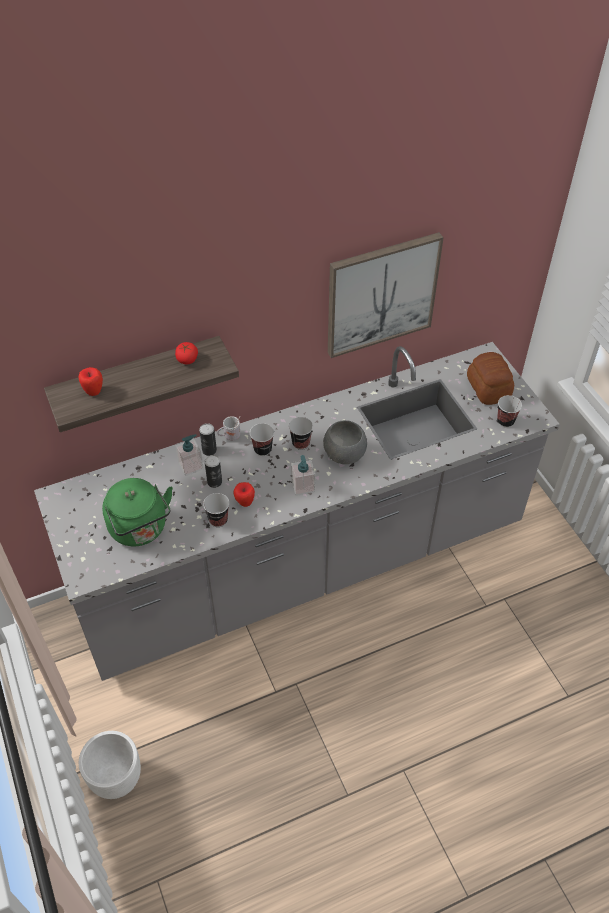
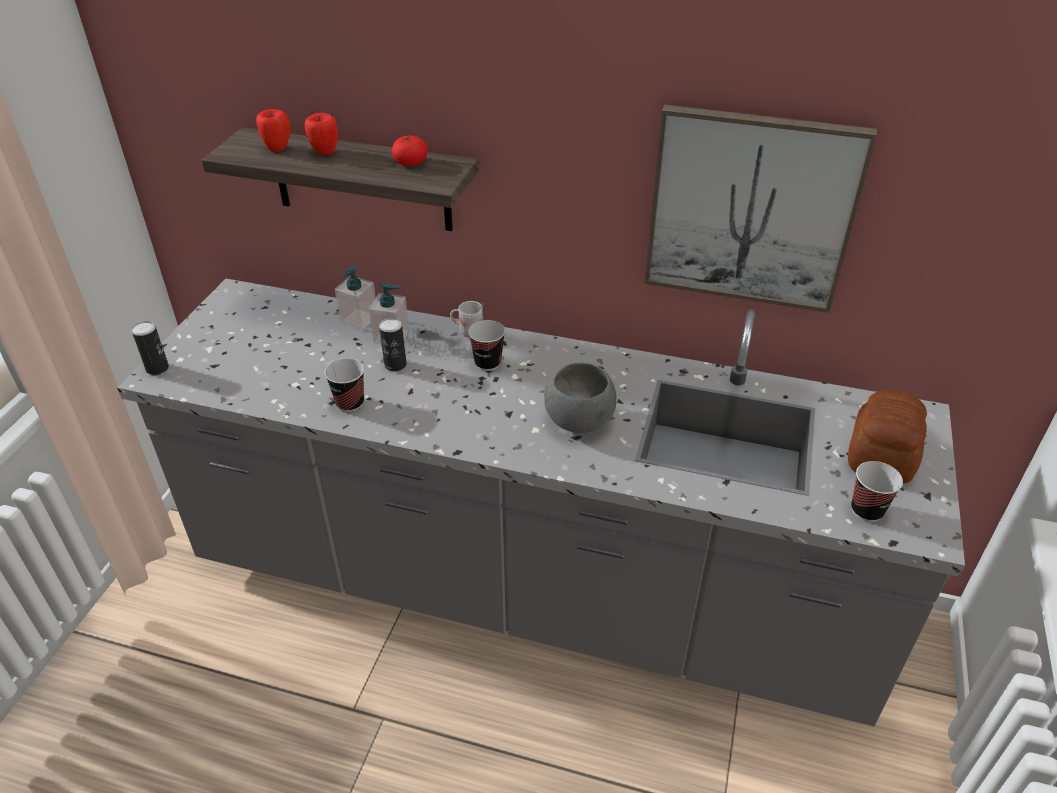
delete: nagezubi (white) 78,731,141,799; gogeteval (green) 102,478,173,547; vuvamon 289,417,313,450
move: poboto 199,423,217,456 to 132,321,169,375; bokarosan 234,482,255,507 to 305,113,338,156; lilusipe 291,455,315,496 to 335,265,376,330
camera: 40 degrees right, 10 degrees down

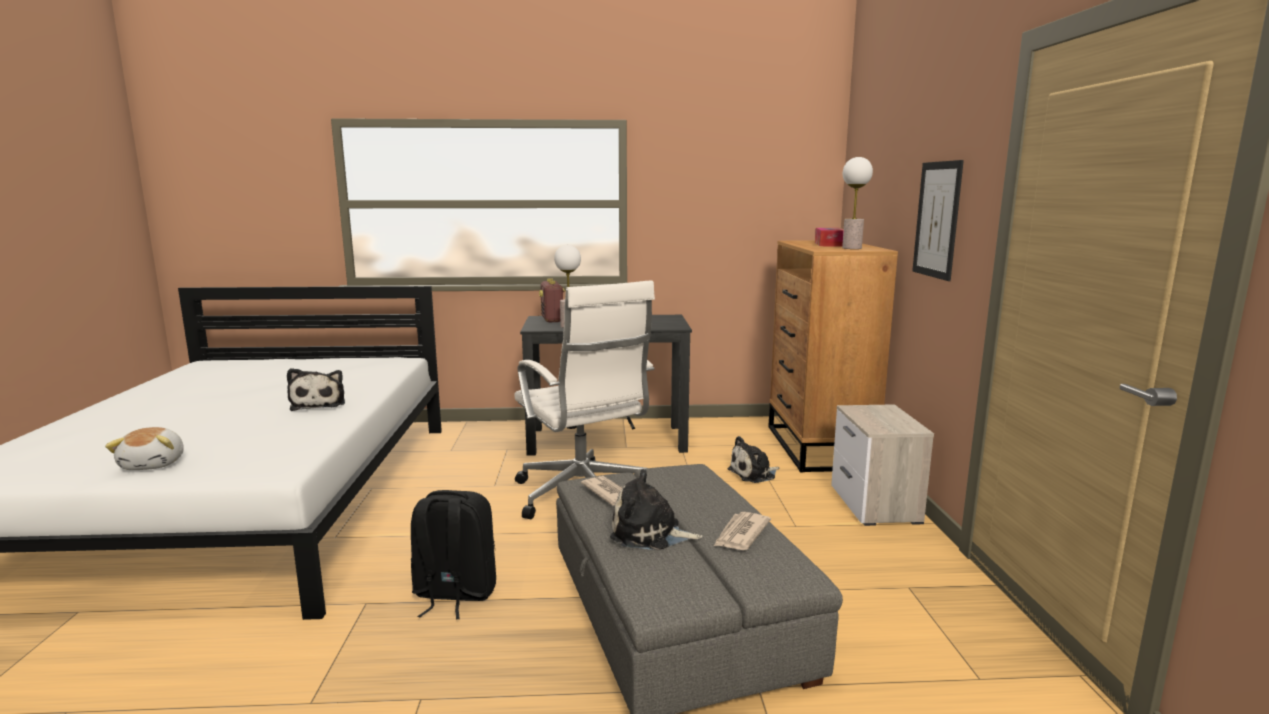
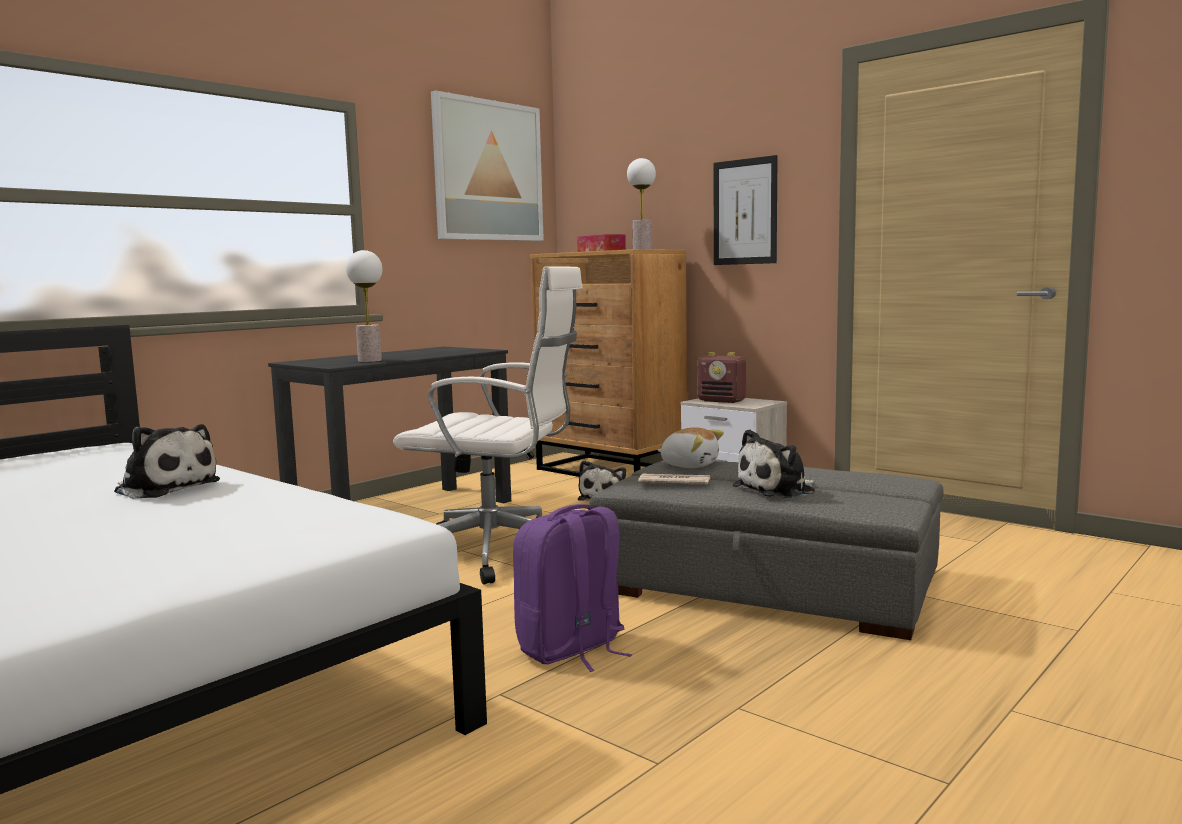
delete: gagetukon 714,512,771,550
insert: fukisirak 431,90,544,241
move: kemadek 105,427,184,470 to 657,427,724,468; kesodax 539,278,565,323 to 697,352,746,403
recolor: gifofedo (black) 411,490,496,620 to gifofedo (purple) 513,504,632,672
camera: 45 degrees left, 5 degrees down

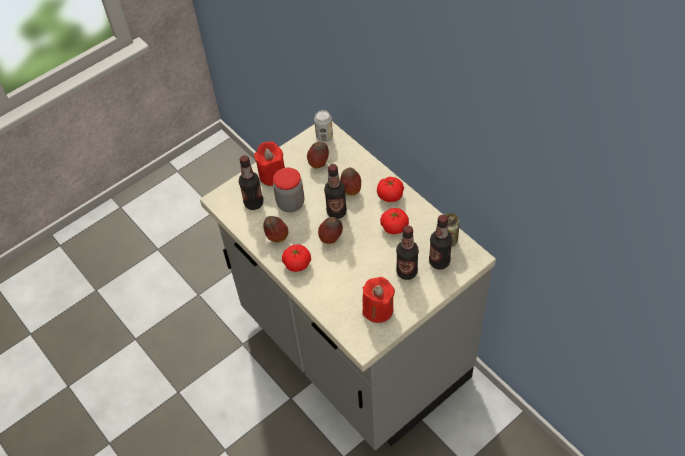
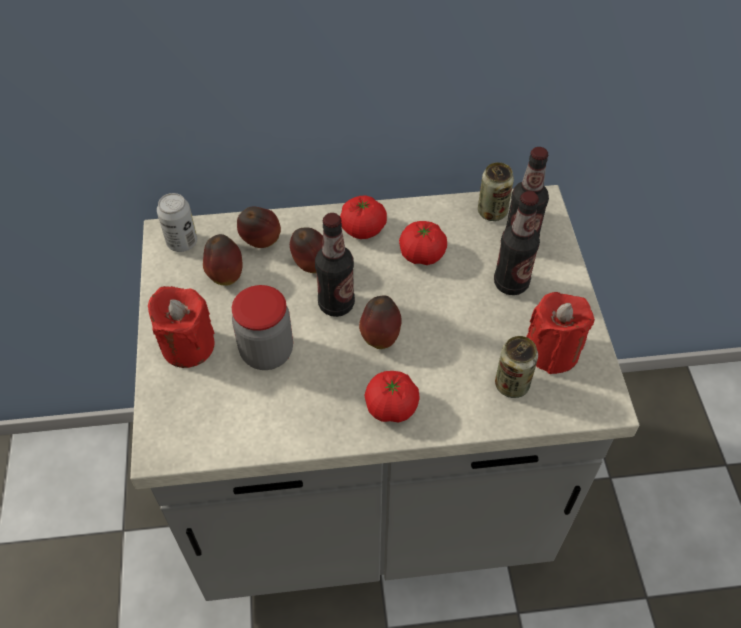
delete: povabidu 239,155,263,210
insert: poboto 495,336,538,398
move: bokarosan 263,216,288,242 to 237,206,281,248
camera: 60 degrees left, 0 degrees up

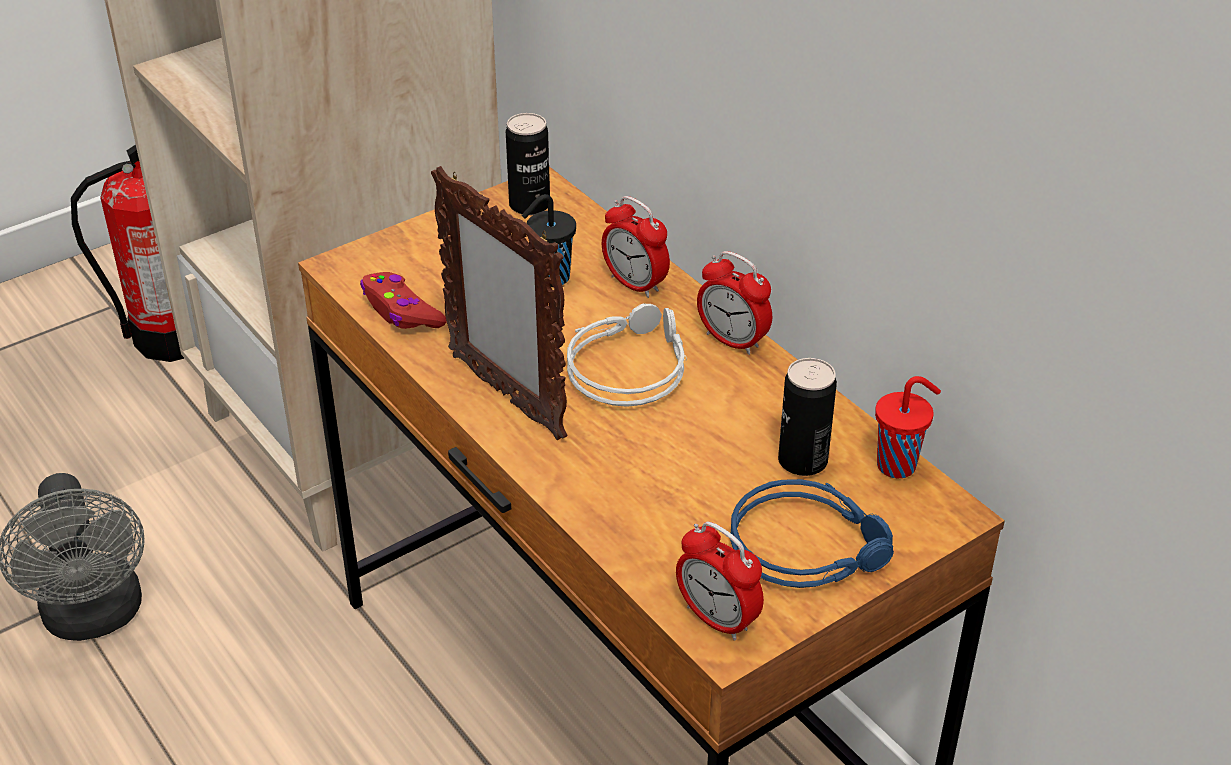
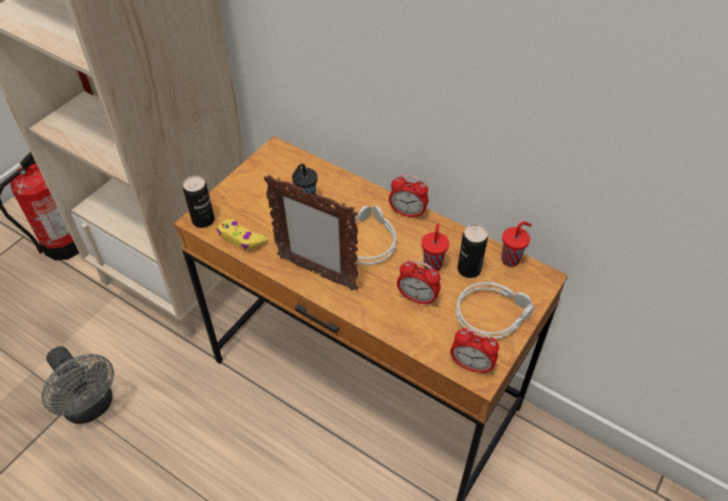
insert: vuvamon (red) 422,223,449,271
move: poboto 506,113,550,215 to 183,176,215,228; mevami 602,196,670,298 to 397,260,440,306
recolor: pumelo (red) 360,272,447,329 to pumelo (yellow) 217,219,268,250; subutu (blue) 730,479,894,588 to subutu (grey) 456,280,535,339
camera: 20 degrees left, 10 degrees up

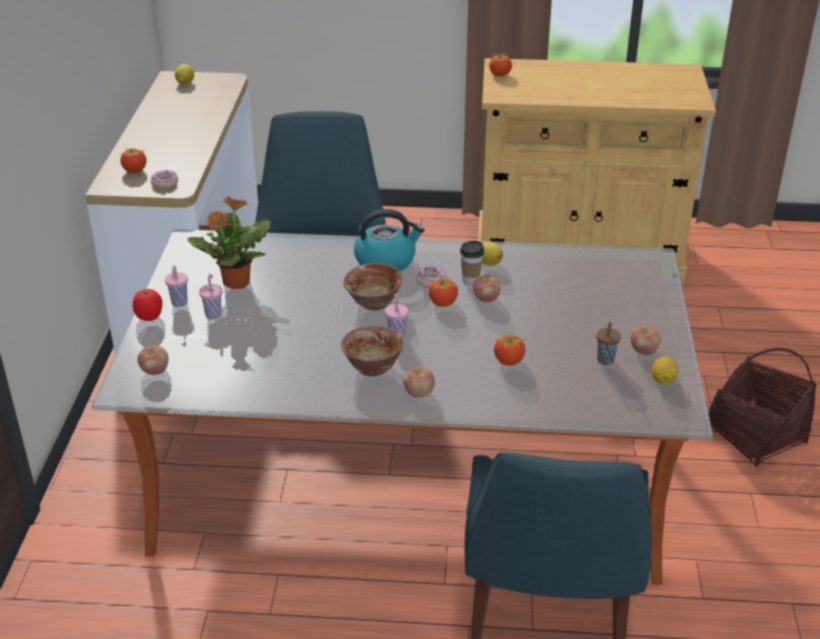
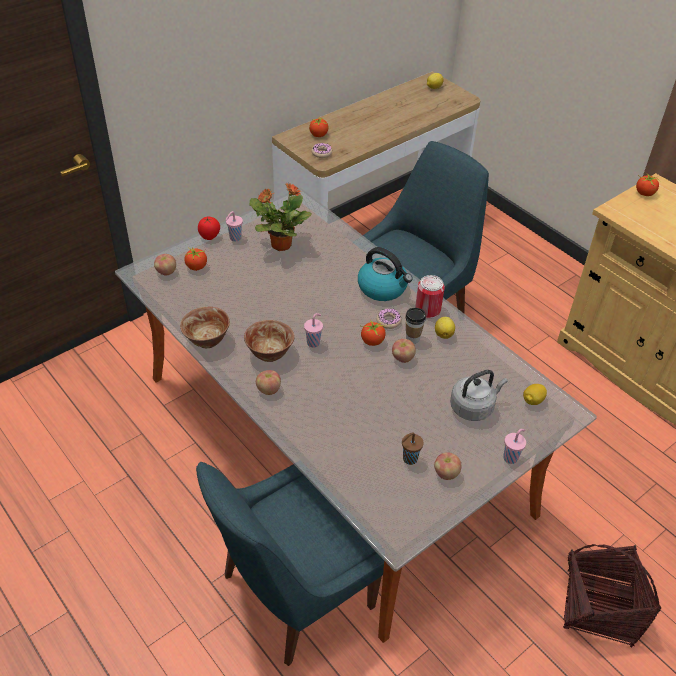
insert: poboto 415,275,445,319; gogeteval (grey) 450,370,508,421
move: vuvamon (pink) 199,274,222,320 to 503,429,526,464; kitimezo 343,263,402,311 to 180,307,230,348; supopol 494,332,525,366 to 184,247,207,271; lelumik 651,357,678,384 to 523,384,547,405
camera: 45 degrees right, 10 degrees up

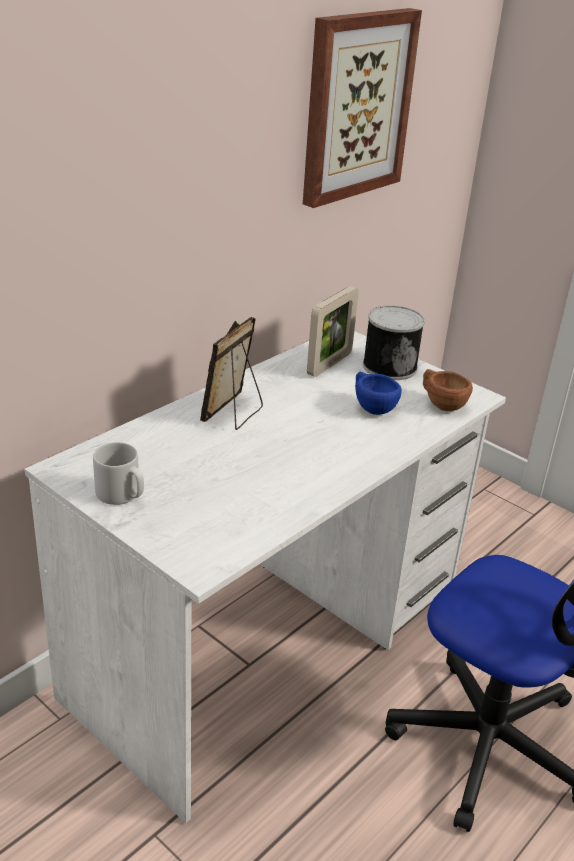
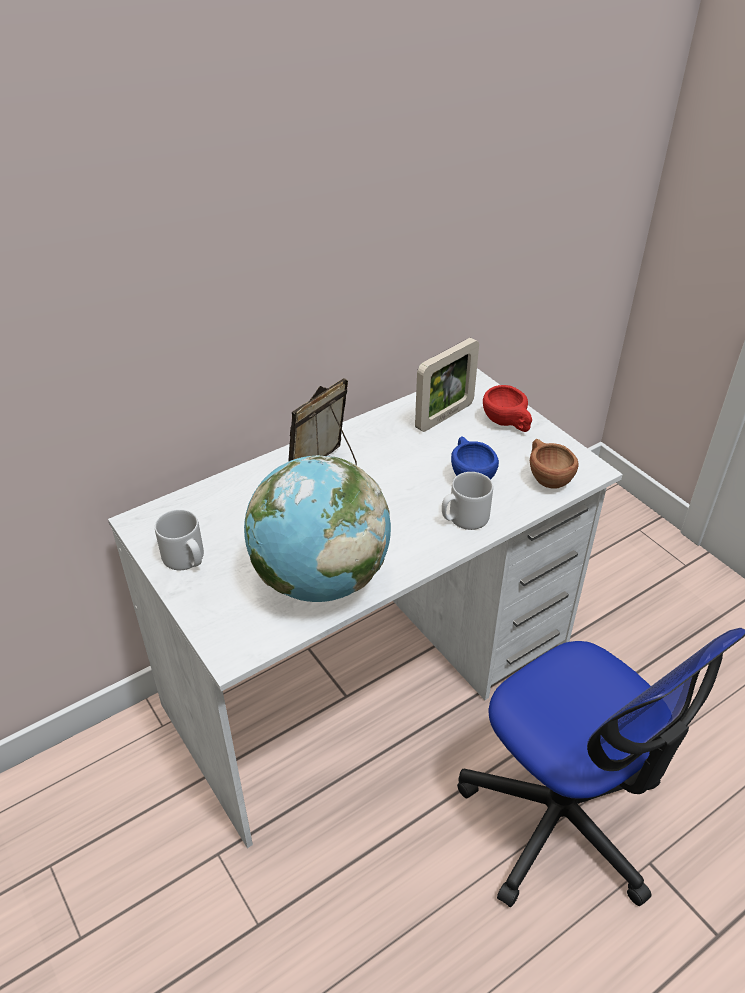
delete: fukisirak 303,8,422,208
insert: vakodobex 244,455,391,602; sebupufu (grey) 442,472,493,530
replace: poboto 363,305,425,380 to vuvamon (red) 483,385,532,432
camera: 15 degrees right, 10 degrees up

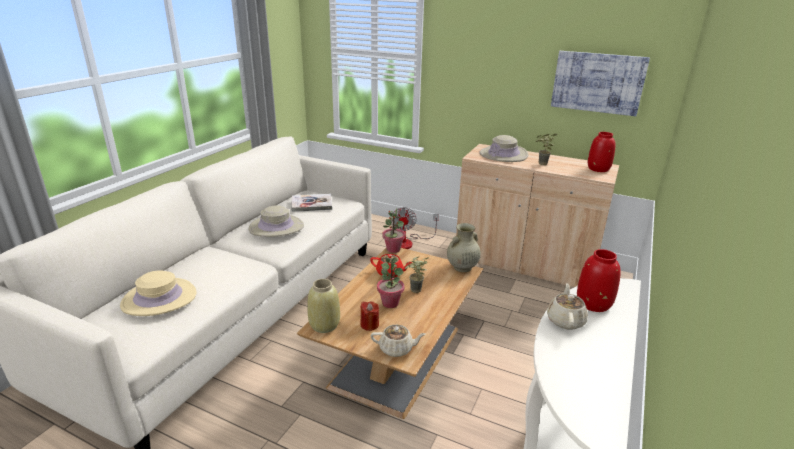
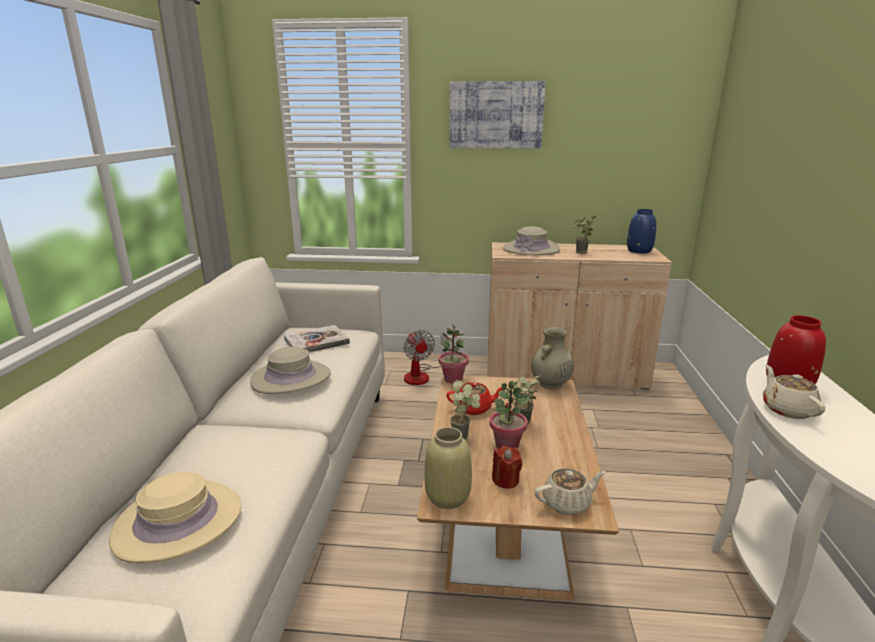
insert: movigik 450,380,480,440
move: fukisirak 551,51,650,116 to 449,81,546,148
recolor: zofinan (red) 588,132,615,172 to zofinan (blue) 627,209,656,254
camera: 20 degrees left, 5 degrees down

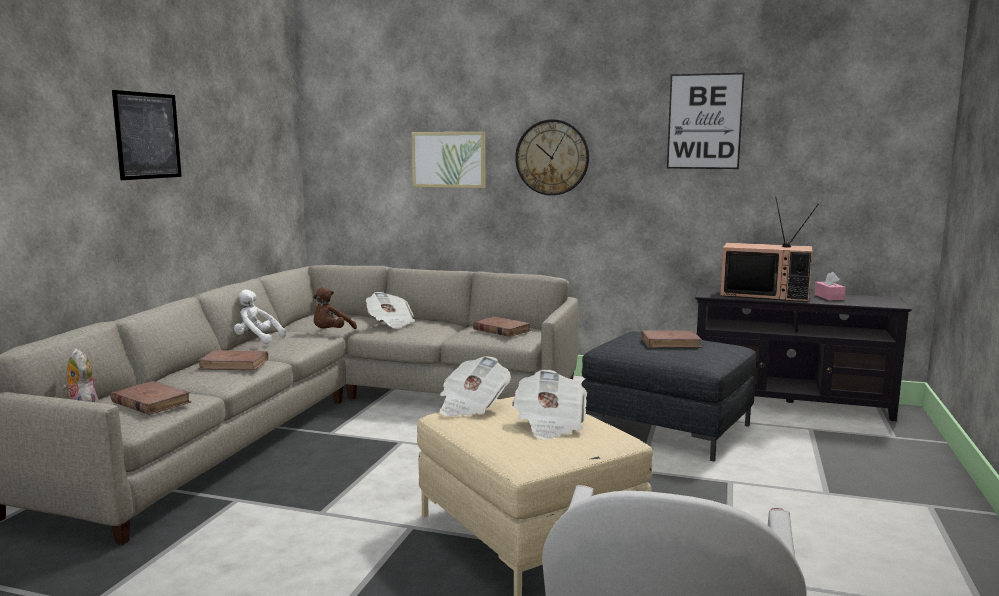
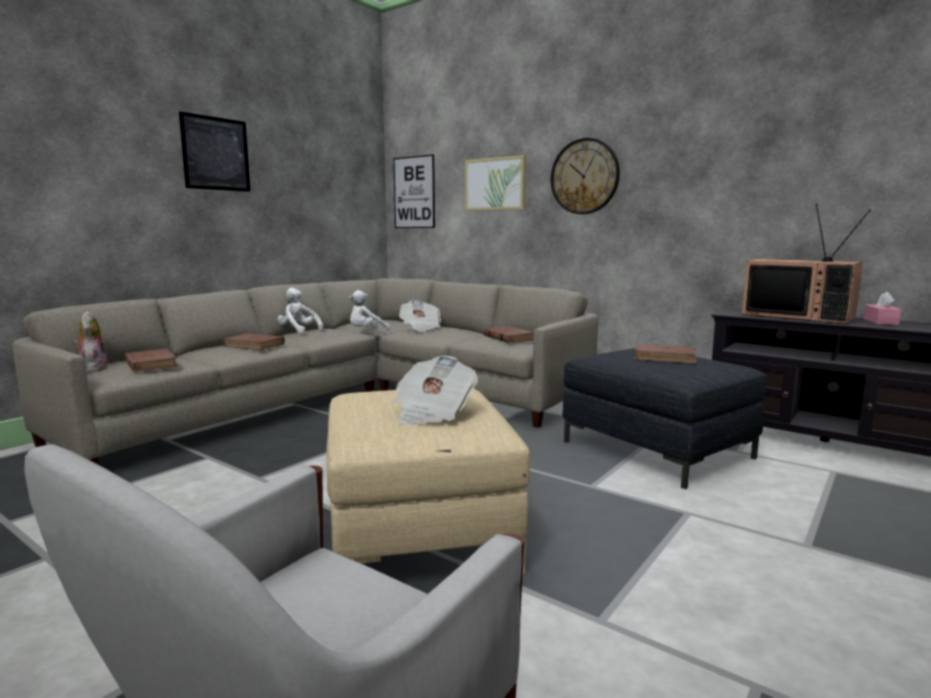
delete: gagetukon 439,356,511,416
move: fukisirak 667,73,745,169 to 393,154,435,228
recolor: kemadek (brown) 313,287,357,329 to kemadek (white) 349,290,390,330
camera: 20 degrees right, 0 degrees up

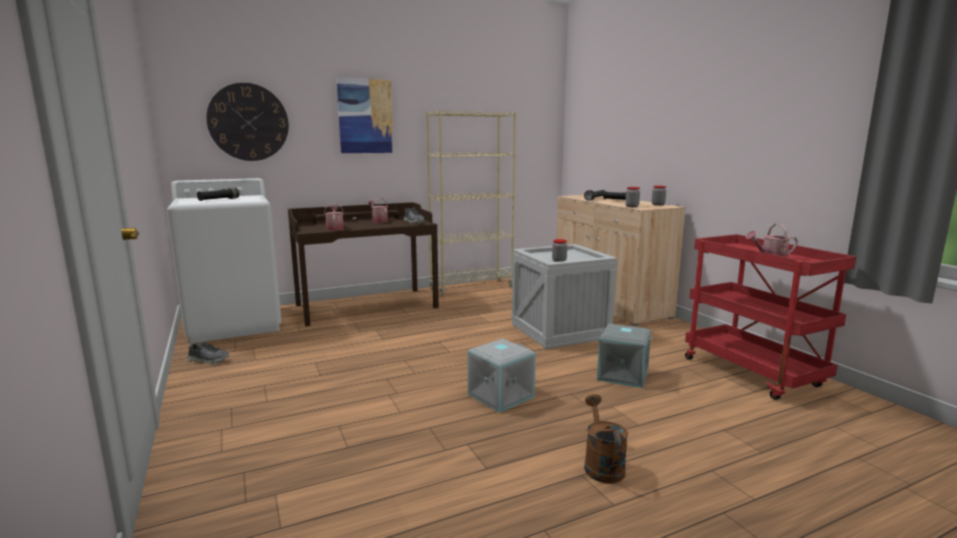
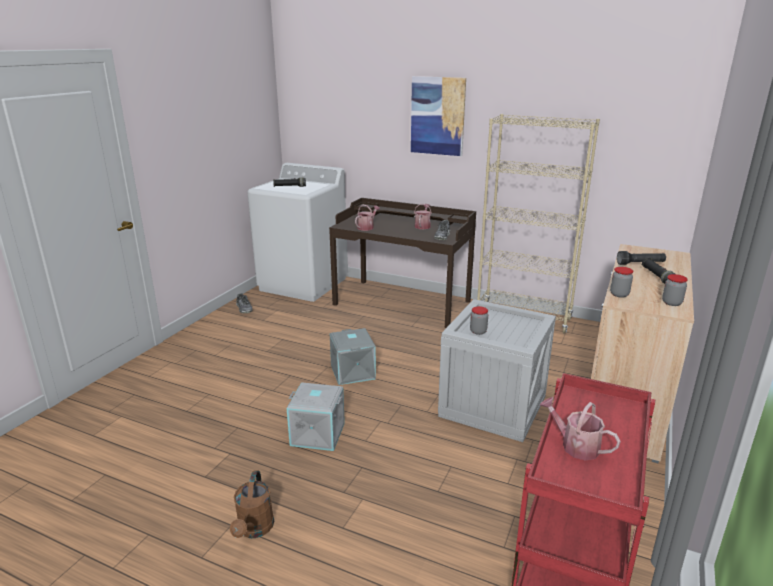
delete: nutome 206,83,289,161
move: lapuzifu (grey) 597,324,653,388 to 330,328,376,385
rotate: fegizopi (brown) 584,394,628,484 = 230,471,274,538 135 degrees clockwise
camera: 50 degrees right, 10 degrees up

